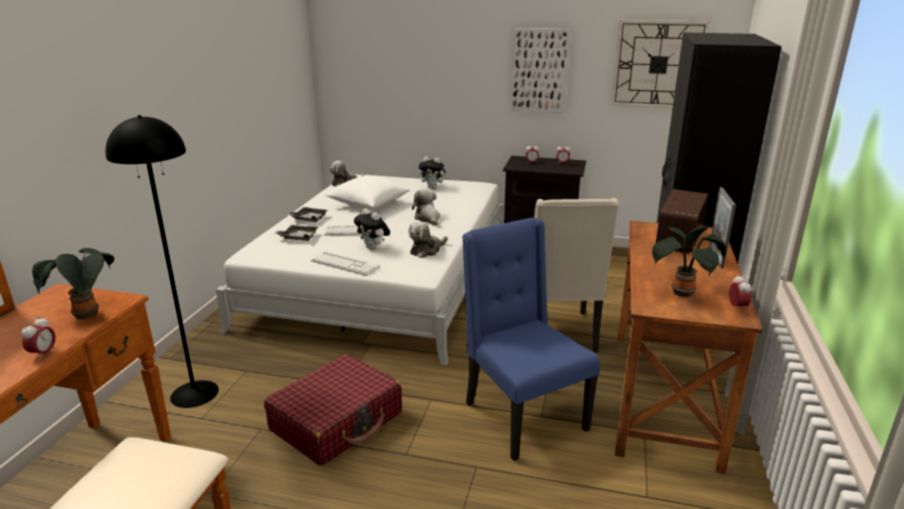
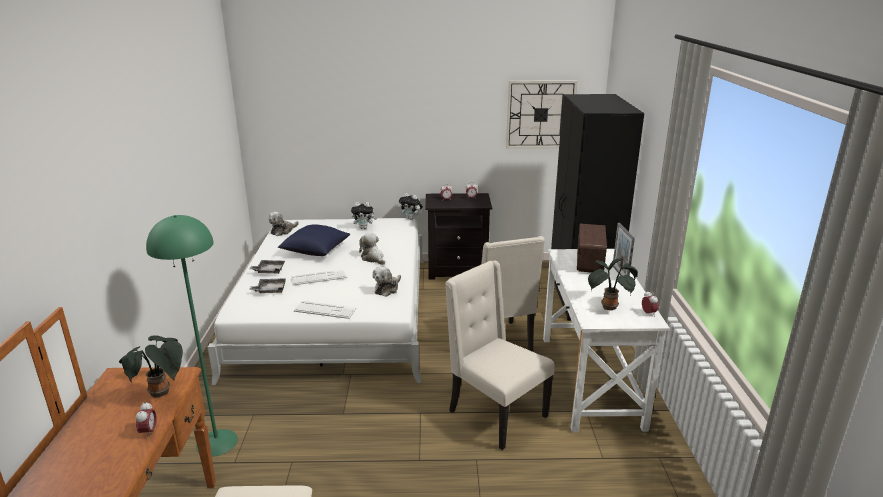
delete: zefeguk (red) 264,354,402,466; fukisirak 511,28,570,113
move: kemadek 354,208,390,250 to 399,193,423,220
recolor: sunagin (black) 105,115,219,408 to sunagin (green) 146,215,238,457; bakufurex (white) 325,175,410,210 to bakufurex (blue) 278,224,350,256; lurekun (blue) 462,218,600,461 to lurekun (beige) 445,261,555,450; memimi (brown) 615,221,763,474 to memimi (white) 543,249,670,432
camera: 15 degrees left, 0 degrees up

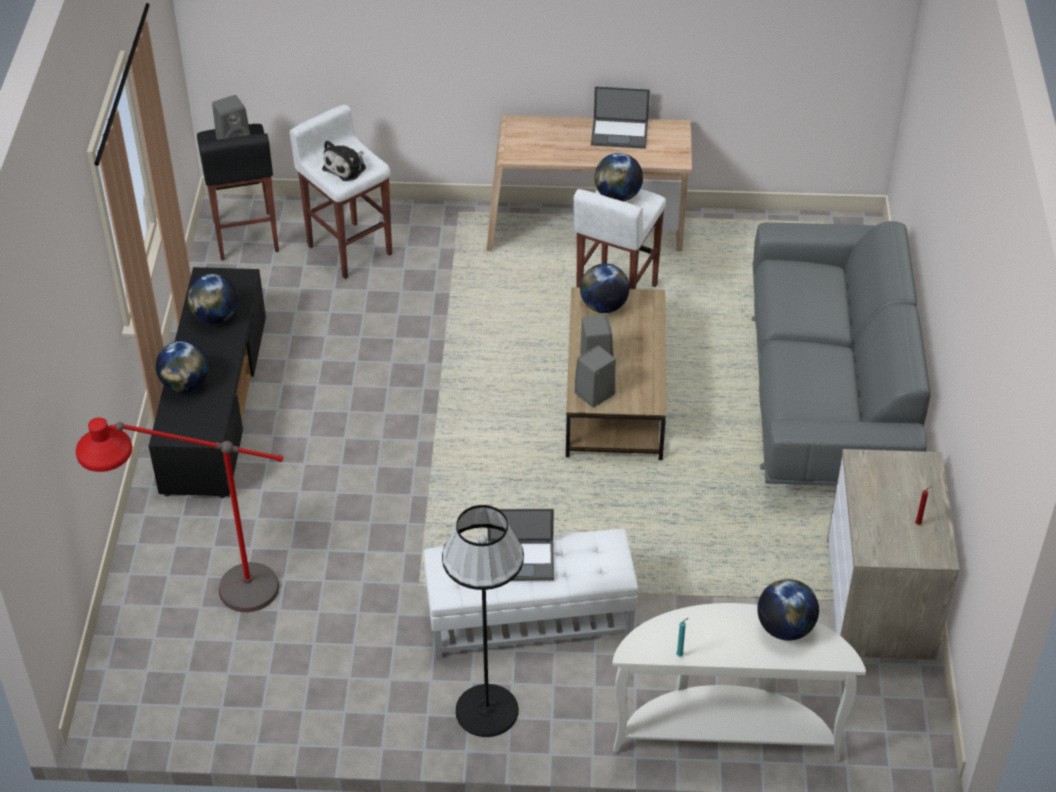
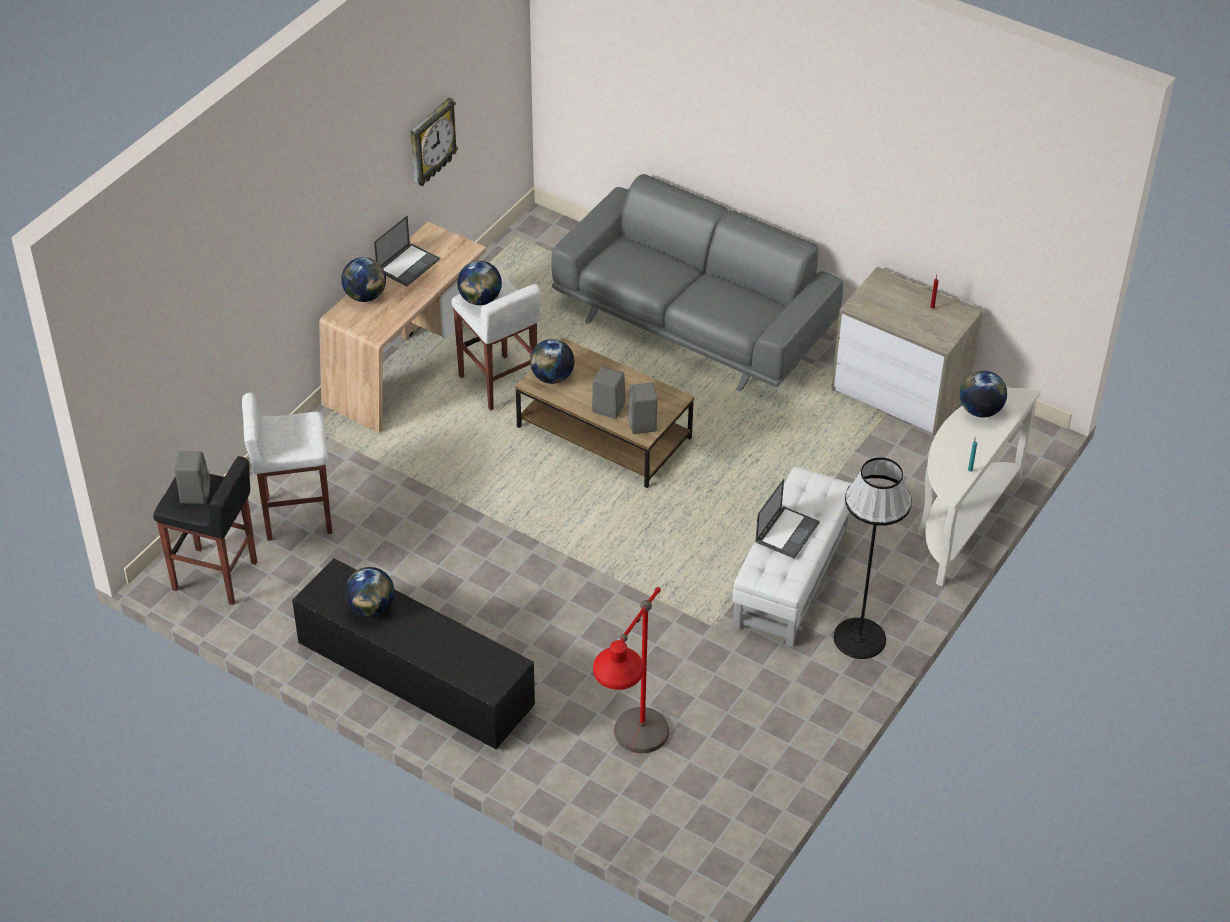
delete: kemadek 322,140,366,181
insert: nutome 410,98,458,186
move: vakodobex 156,340,208,392 to 341,257,386,302
camera: 60 degrees left, 0 degrees up

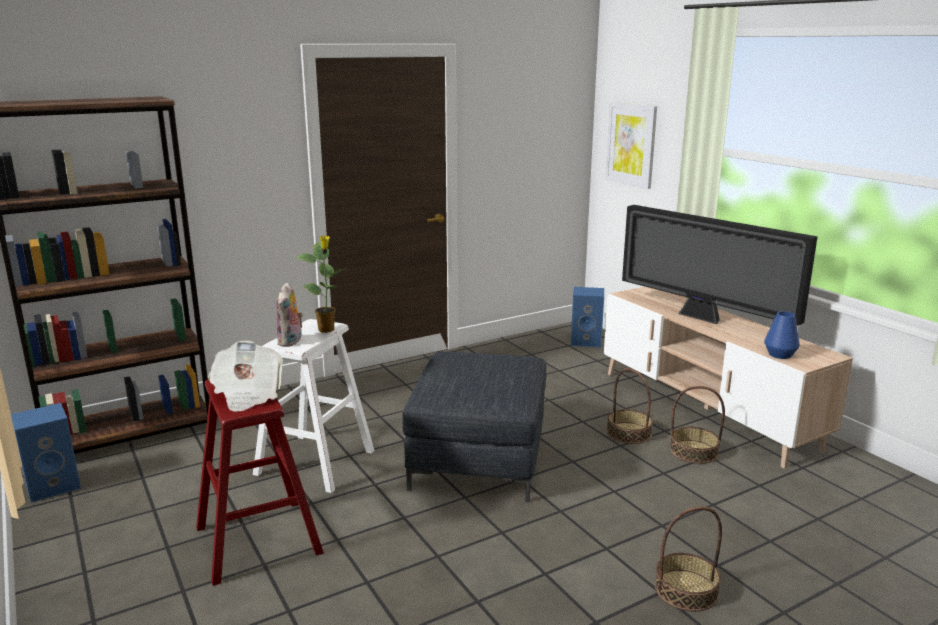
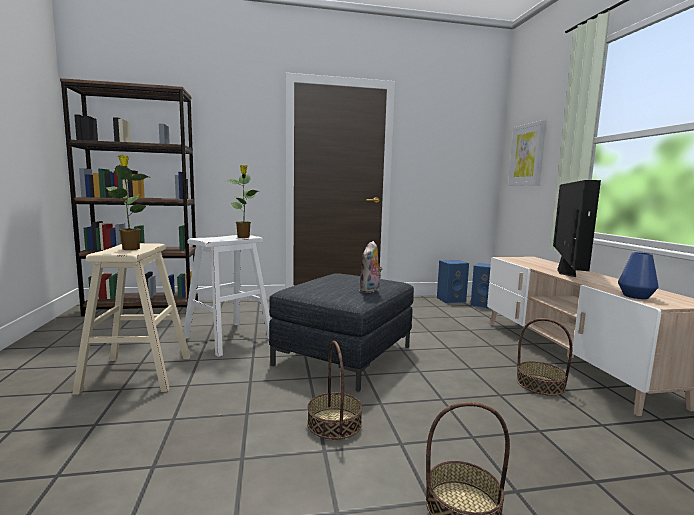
move: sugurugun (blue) 11,403,81,503 to 437,260,469,303; kemadek 276,283,303,347 to 359,241,382,293; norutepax 607,368,653,444 to 307,341,362,440
replace: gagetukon 208,340,283,412 to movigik 106,155,152,250
recolor: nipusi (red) 196,379,324,586 to nipusi (beige) 72,243,190,395
rotate: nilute 622,205,818,326 = 553,180,601,277 135 degrees counterclockwise
camera: 20 degrees right, 10 degrees down

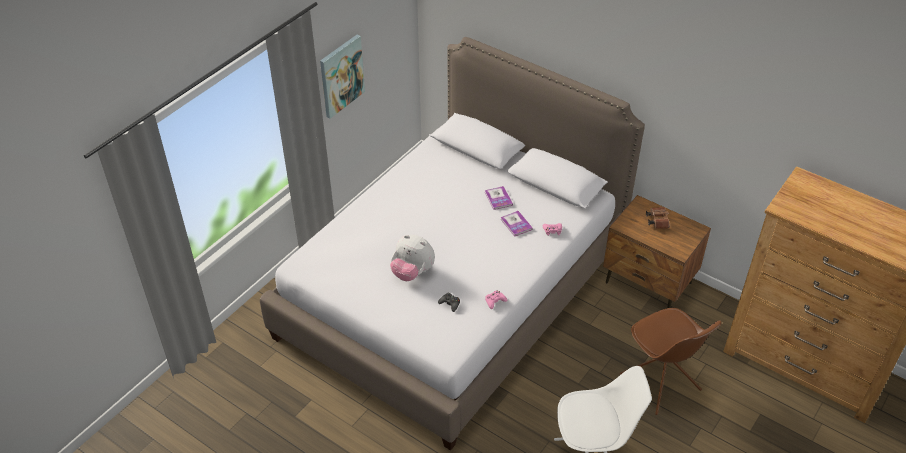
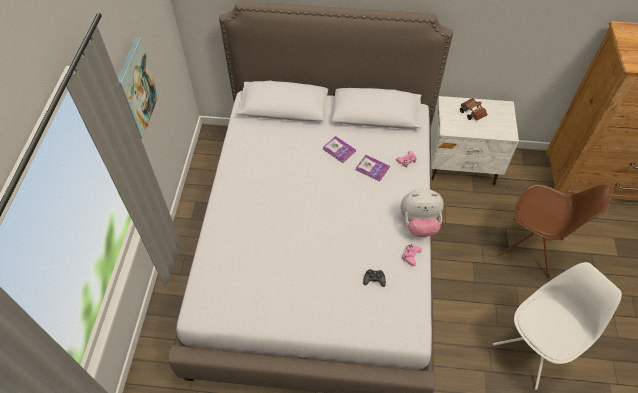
move: kemadek 390,235,435,281 to 401,189,444,237
recolor: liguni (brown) 603,195,711,308 to liguni (white) 431,96,519,185
camera: 30 degrees left, 10 degrees up

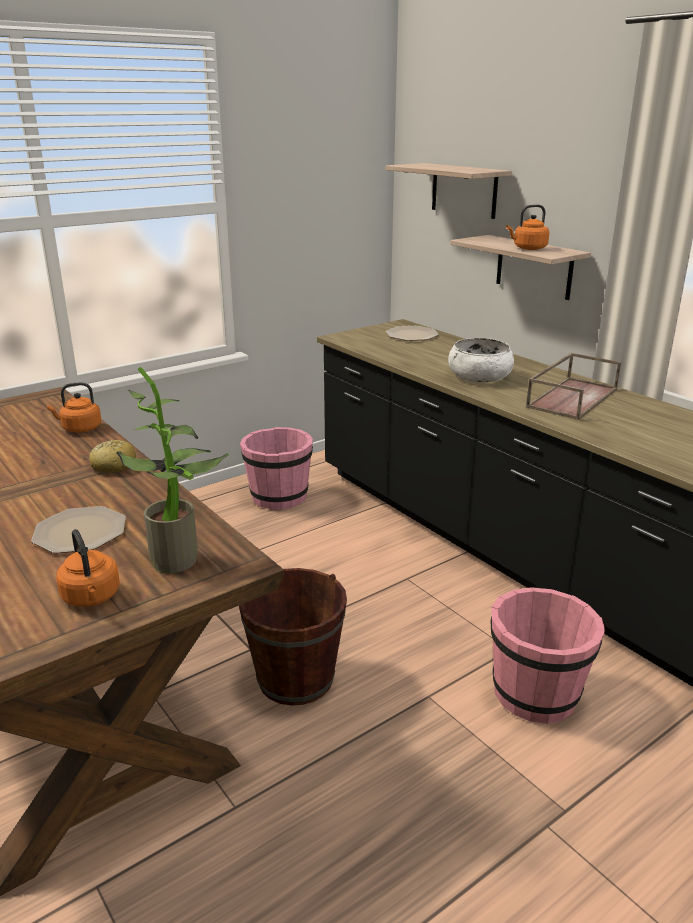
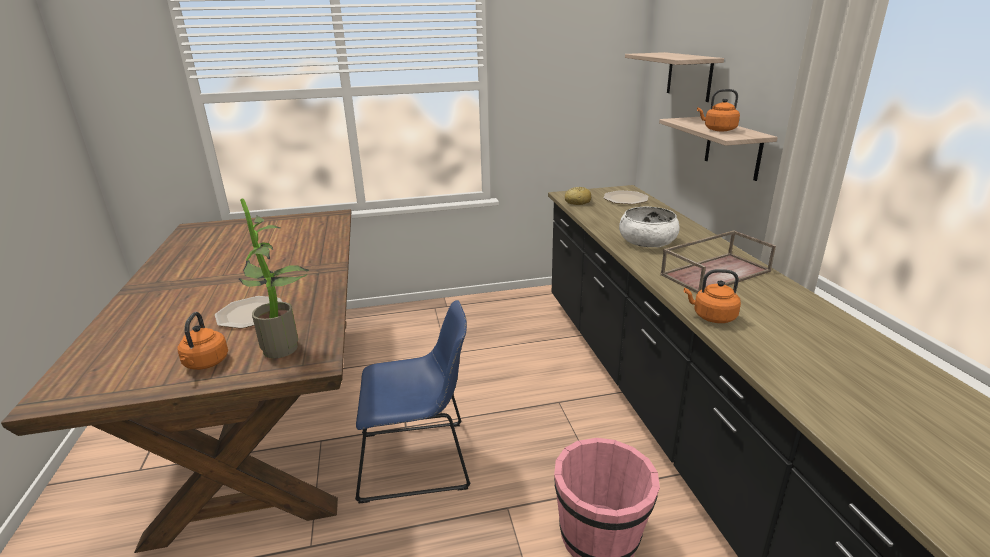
delete: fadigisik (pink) 240,427,313,510
move: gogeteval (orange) 47,382,102,433 to 684,269,741,323; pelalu 89,440,136,473 to 565,187,591,205
replace: fadigisik (brown) 239,568,347,706 to lurekun (blue) 355,300,470,504
camera: 25 degrees right, 0 degrees up

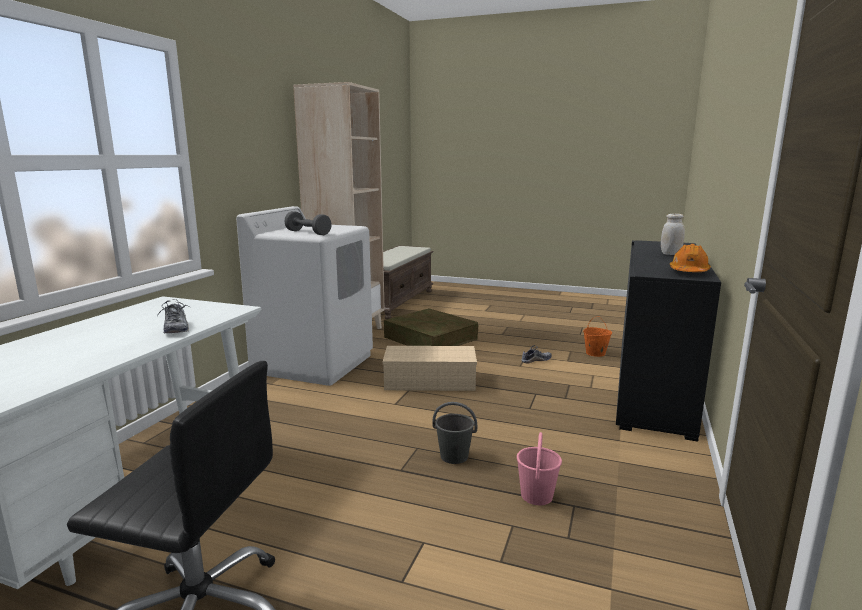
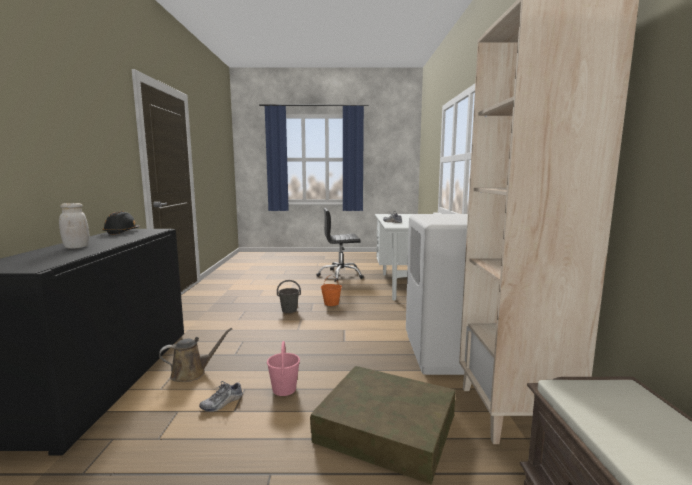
delete: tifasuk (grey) 284,211,332,235; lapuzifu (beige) 383,346,477,391
insert: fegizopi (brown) 159,328,232,382
move: fadigisik (pink) 517,432,562,505 to 267,341,300,396; fadigisik (orange) 583,316,612,357 to 321,275,342,306
recolor: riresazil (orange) 670,244,711,272 to riresazil (black) 103,211,141,235
camera: 160 degrees right, 5 degrees down

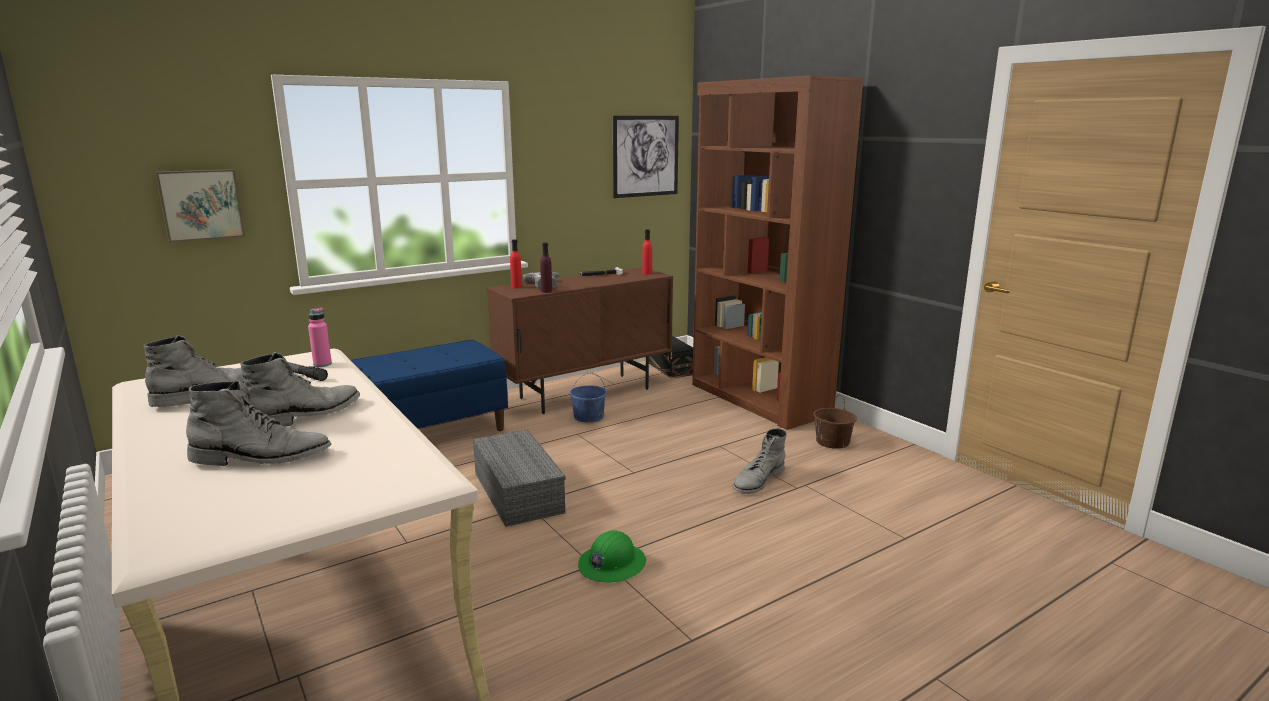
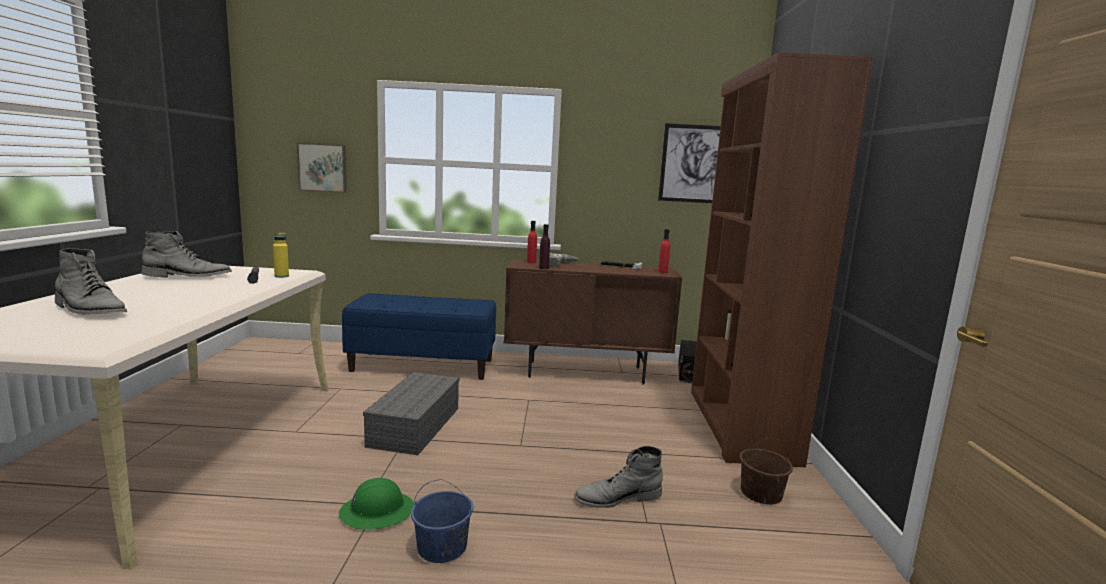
delete: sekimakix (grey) 240,352,360,427
move: fadigisik (blue) 570,373,607,422 to 411,480,473,563
recolor: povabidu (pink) 308,308,332,367 to povabidu (yellow) 273,232,289,278
camera: 35 degrees right, 5 degrees down

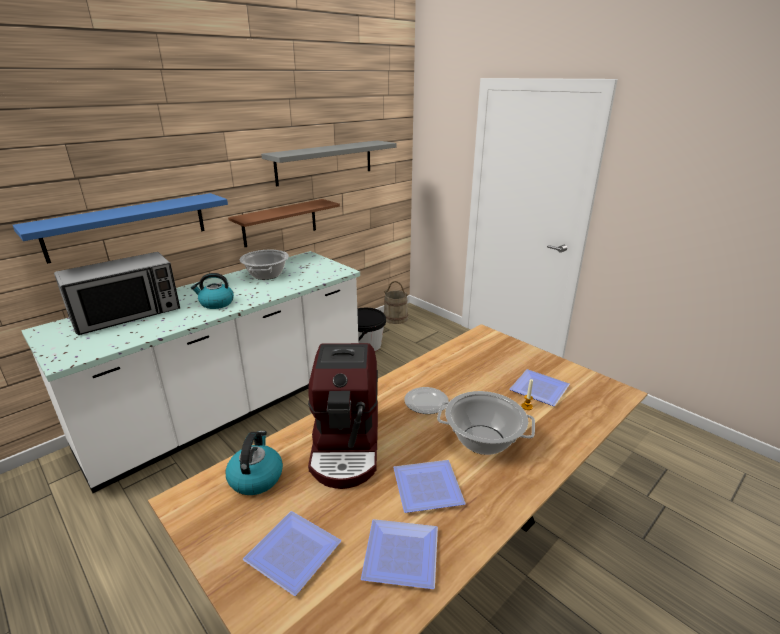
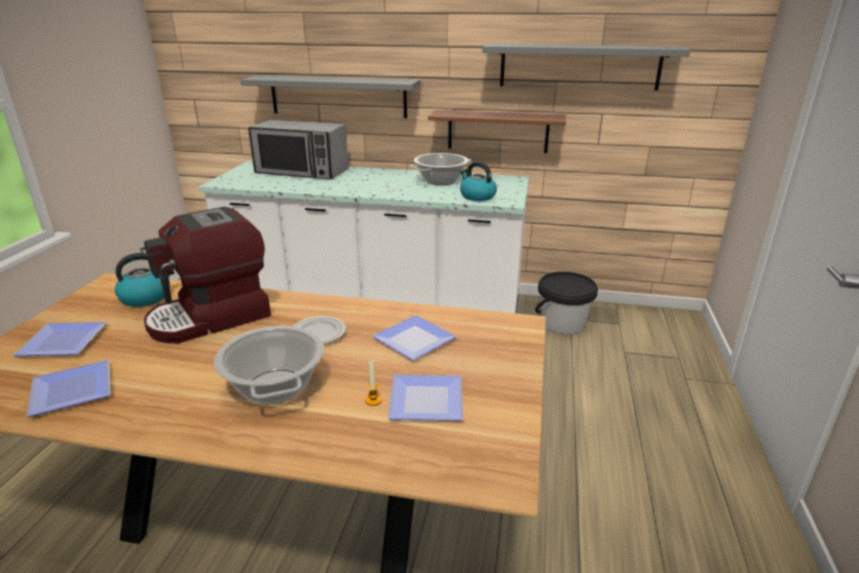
delete: fadigisik (beige) 384,281,408,324
move: gogeteval 191,273,234,309 to 460,162,497,201; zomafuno 393,460,466,513 to 372,315,457,361
recolor: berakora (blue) 13,193,228,264 to berakora (grey) 240,75,420,118
camera: 55 degrees right, 0 degrees up

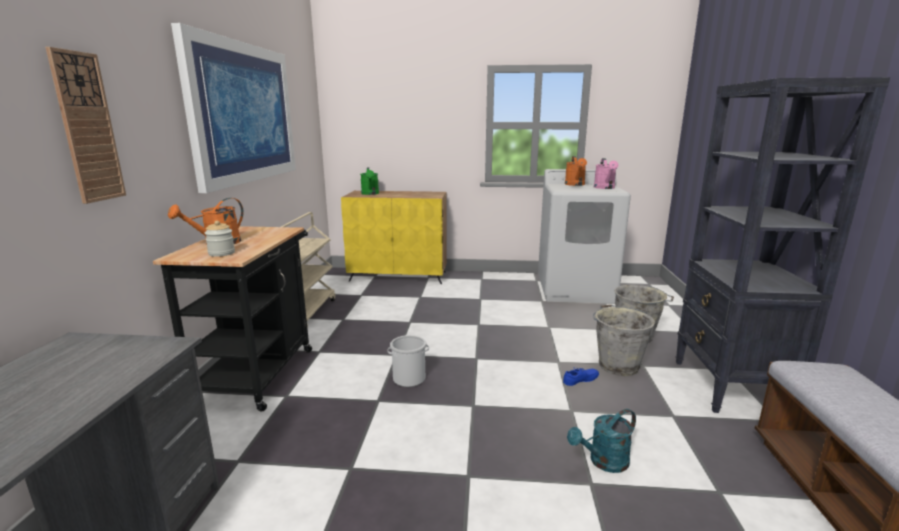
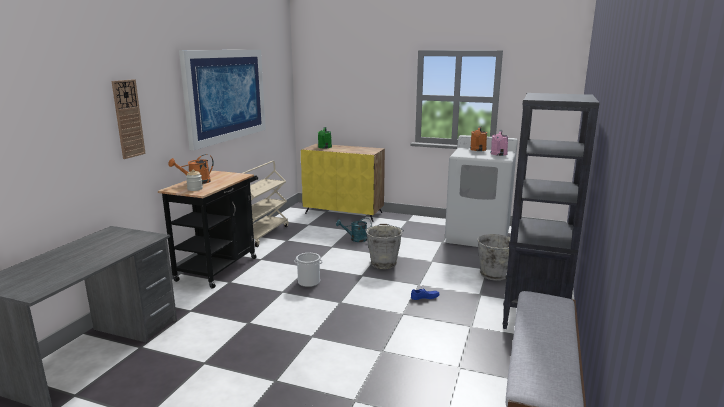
move: fegizopi (turquoise) 567,409,636,473 to 336,218,372,242; fadigisik (grey) 593,305,655,376 to 365,224,404,269
camera: 15 degrees right, 0 degrees up

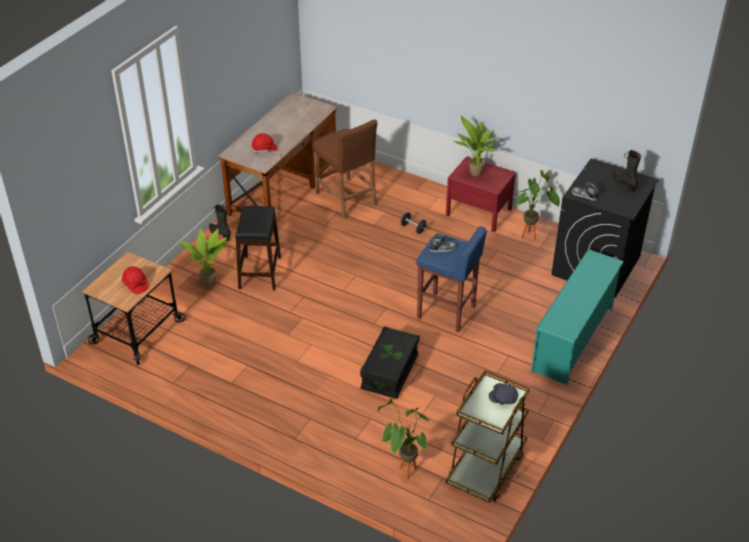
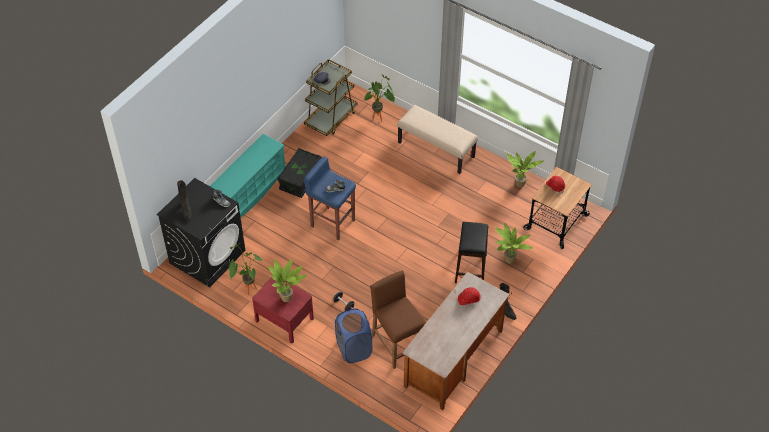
insert: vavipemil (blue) 335,309,372,363; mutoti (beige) 397,105,478,174; movigik 506,151,544,188
move: lapuzifu (black) 360,326,420,399 to 278,148,321,198
camera: 175 degrees left, 10 degrees up

